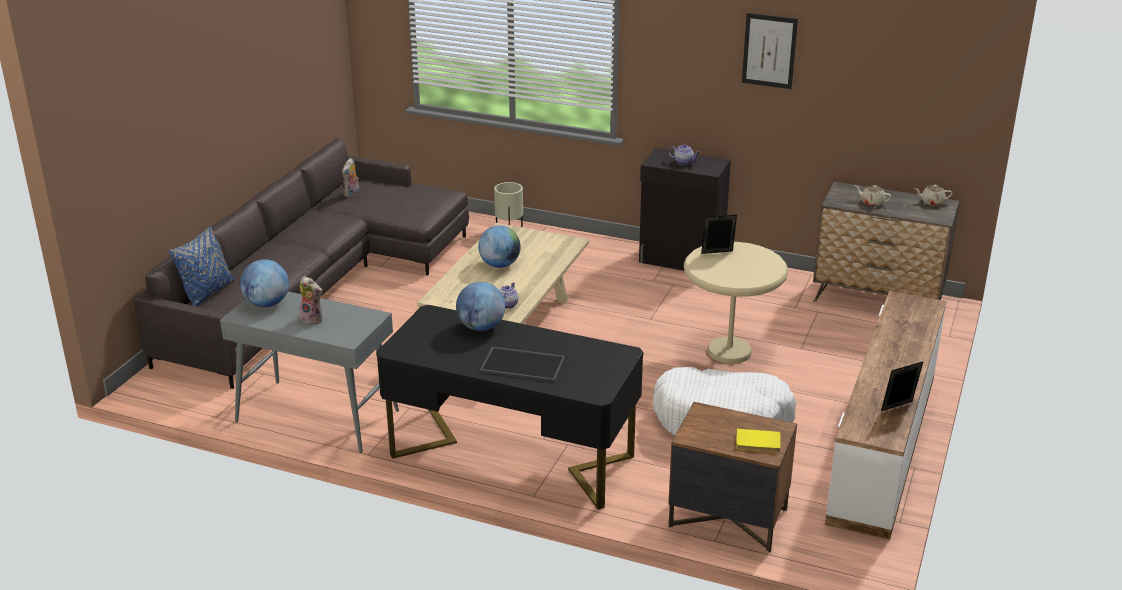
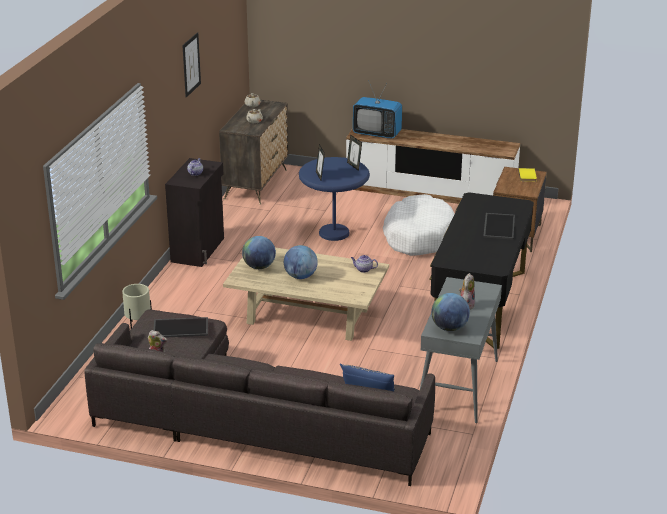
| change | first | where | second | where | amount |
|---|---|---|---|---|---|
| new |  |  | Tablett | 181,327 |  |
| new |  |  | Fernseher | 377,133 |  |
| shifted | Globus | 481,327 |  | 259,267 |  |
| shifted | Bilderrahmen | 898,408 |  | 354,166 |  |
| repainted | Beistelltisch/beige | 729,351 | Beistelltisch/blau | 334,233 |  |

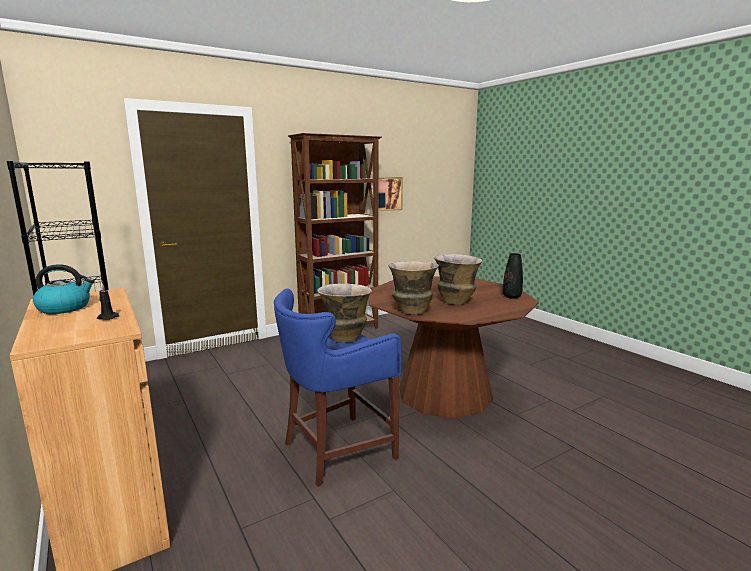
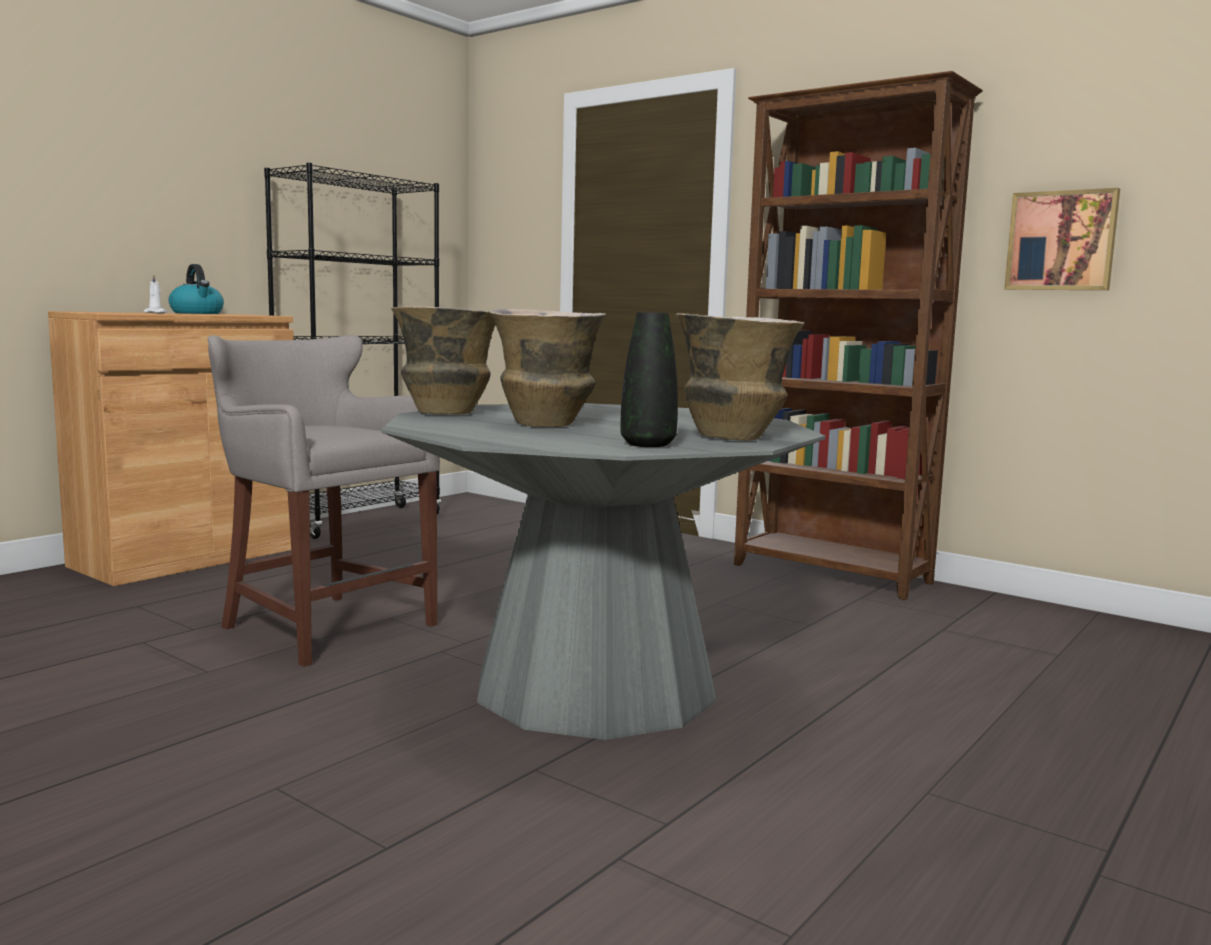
| change | first | where | second | where | amount |
|---|---|---|---|---|---|
| shifted | Vase | 345,338 |  | 734,437 |  |
| repainted | Kerze/schwarz | 107,317 | Kerze/weiß | 156,313 |  |
| repainted | Hocker/blau | 335,450 | Hocker/grau | 323,626 |  |
| repainted | Esstisch/braun | 444,393 | Esstisch/grau | 595,686 |  |

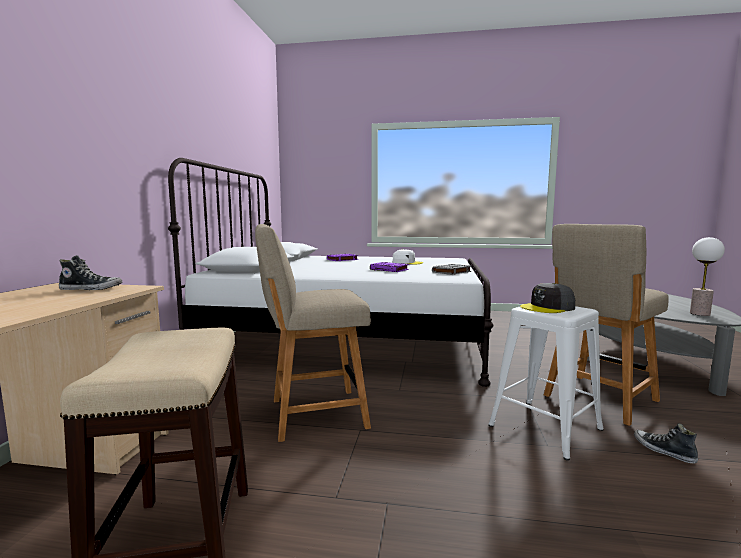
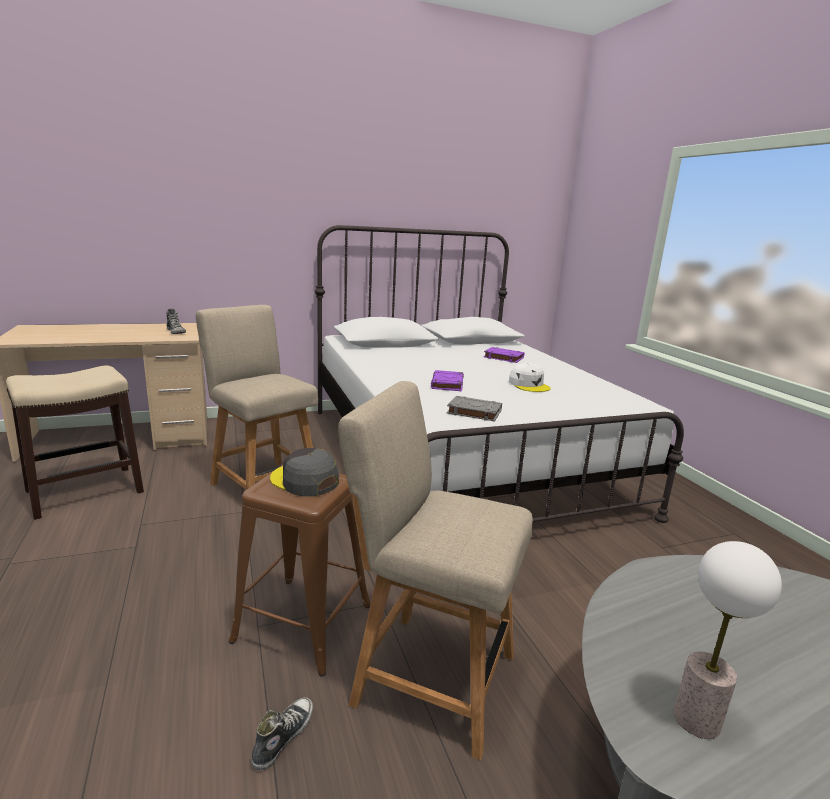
| change | first | where | second | where | amount |
|---|---|---|---|---|---|
| repainted | Hocker/weiß | 545,427 | Hocker/braun | 303,623 |  |

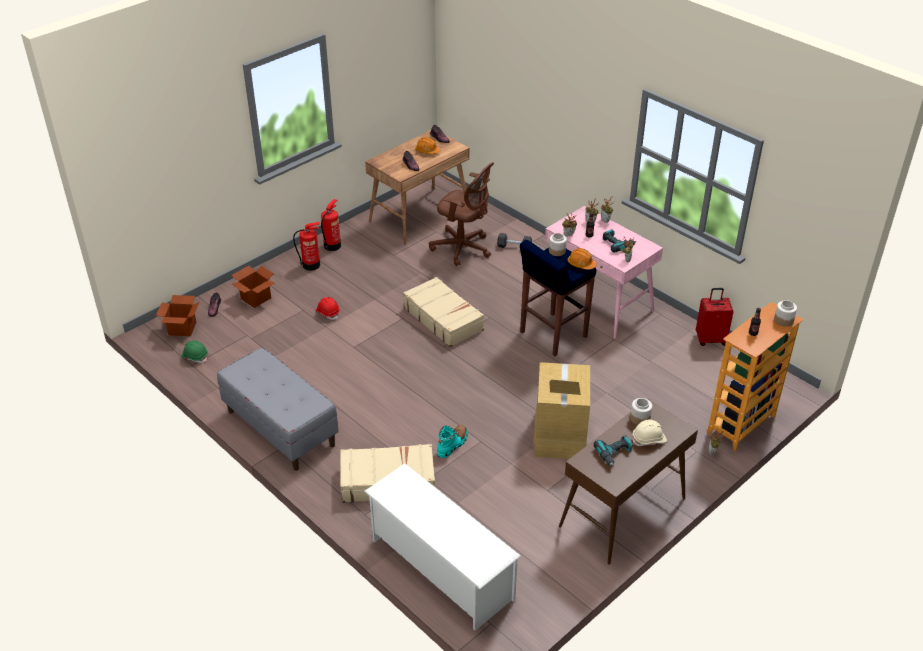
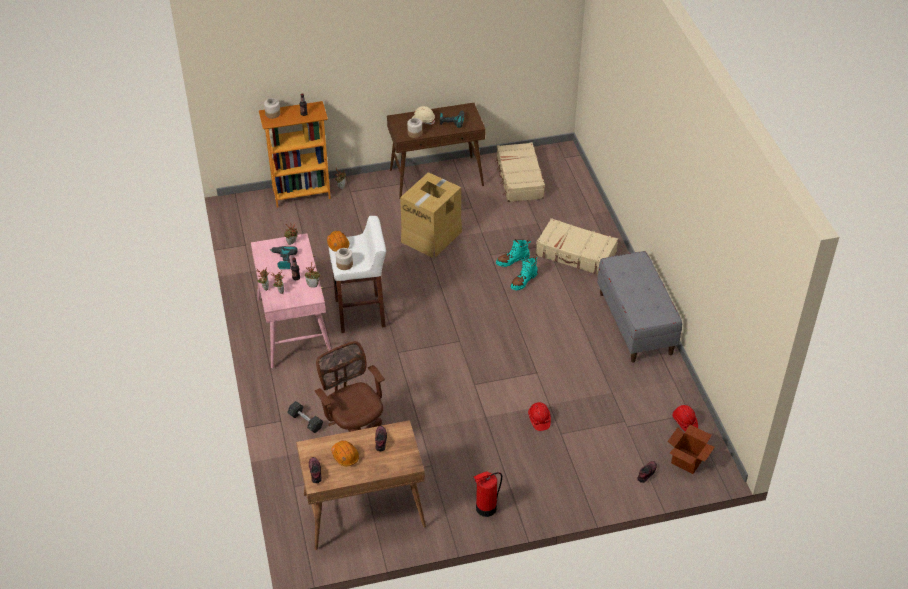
| change | first | where | second | where | amount |
|---|---|---|---|---|---|
| gone | Karton | 256,298 |  |  |  |
| gone | Feuerlöscher | 311,265 |  |  |  |
| gone | Schuhregal/weiß | 440,569 |  |  |  |
| gone | Koffer/rot | 710,339 |  |  |  |
| new |  |  | Stiefel/türkis | 523,281 |  |
| shifted | Koffer/beige | 443,319 |  | 519,179 |  |
| repainted | Schutzhelm/grün | 195,356 | Schutzhelm/rot | 684,422 |  |
| repainted | Hocker/blau | 552,335 | Hocker/weiß | 361,313 |  |

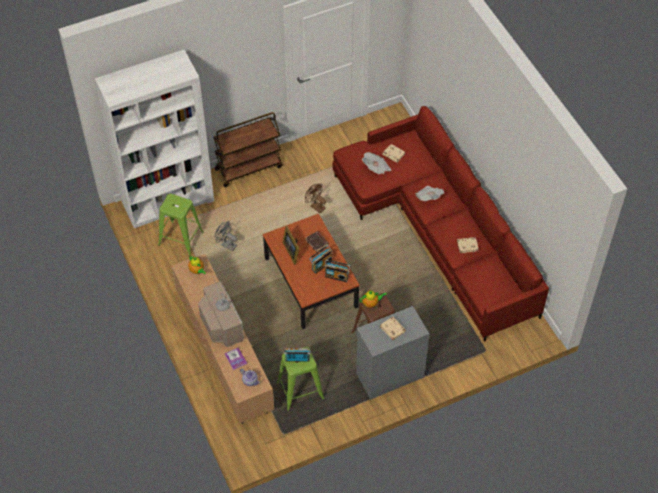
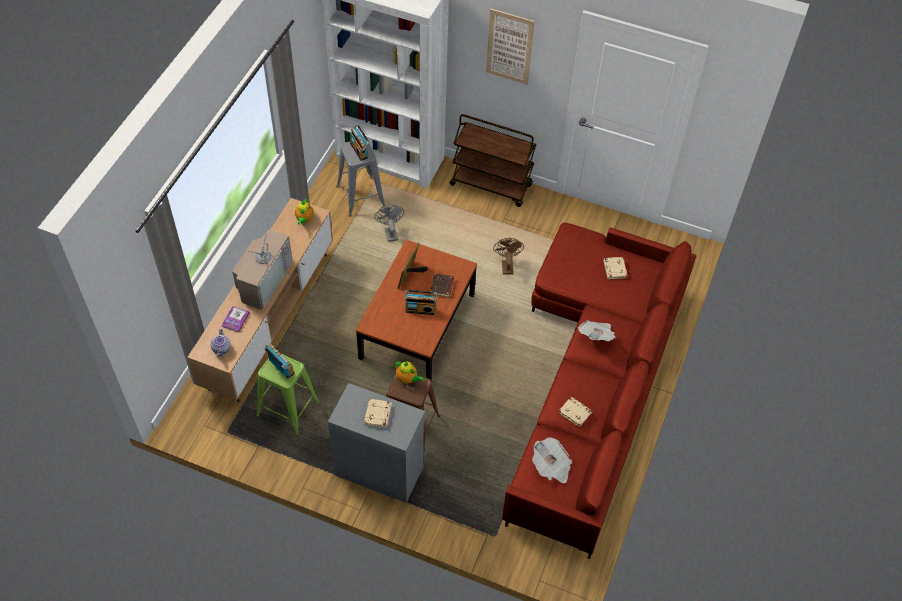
| change | first | where | second | where | amount |
|---|---|---|---|---|---|
| new |  |  | Bild | 509,47 |  |
| shifted | Radio | 337,276 |  | 360,150 |  |
| shifted | Zeitung | 376,168 |  | 551,466 |  |
| repainted | Hocker/grün | 181,239 | Hocker/grau | 360,197 |  |

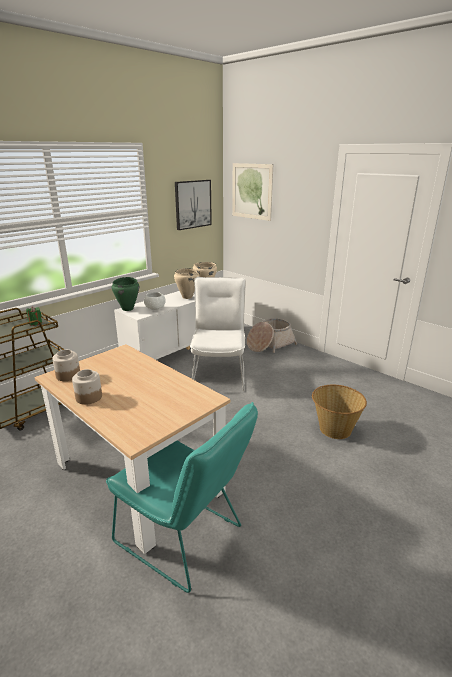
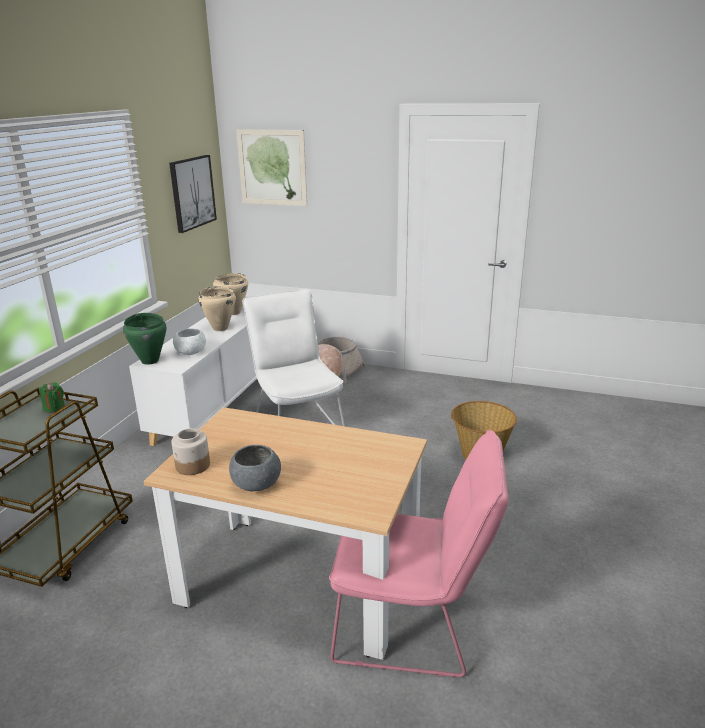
| change | first | where | second | where | amount |
|---|---|---|---|---|---|
| swapped | Vorratsglas | 88,397 | Schüssel/grau | 256,484 |  |
| repainted | Stuhl/türkis | 185,538 | Stuhl/rosa | 413,626 |  |

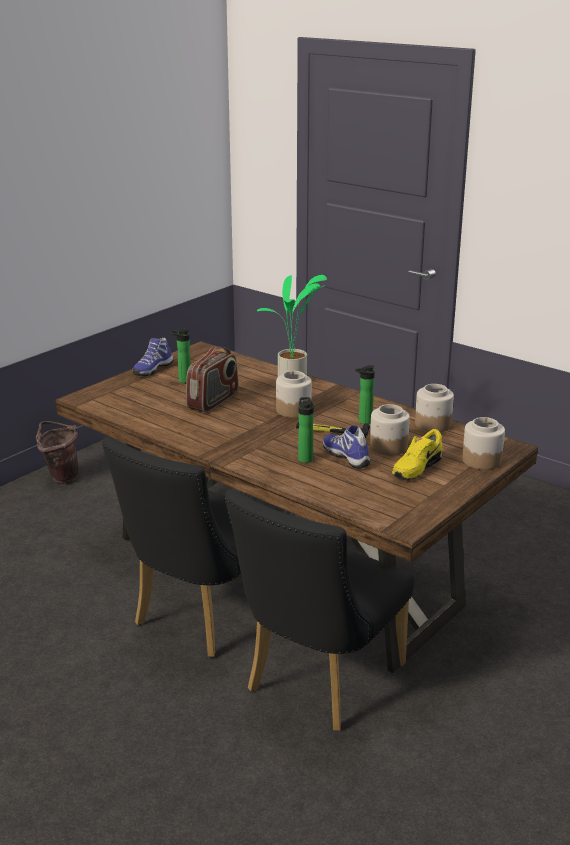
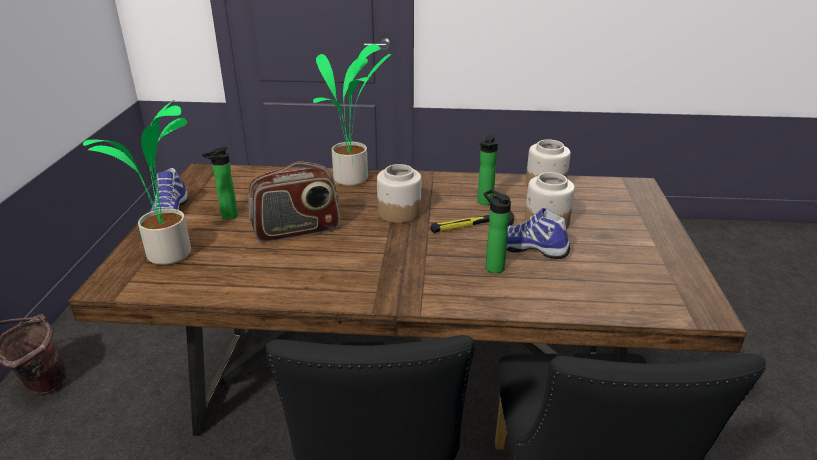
| change | first | where | second | where | amount |
|---|---|---|---|---|---|
| gone | Schuh/gelb | 415,468 |  |  |  |
| gone | Vorratsglas | 481,460 |  |  |  |
| new |  |  | Topfpflanze | 169,256 |  |
| rotated | Radio | 213,401 |  | 296,230 | 75 degrees clockwise |

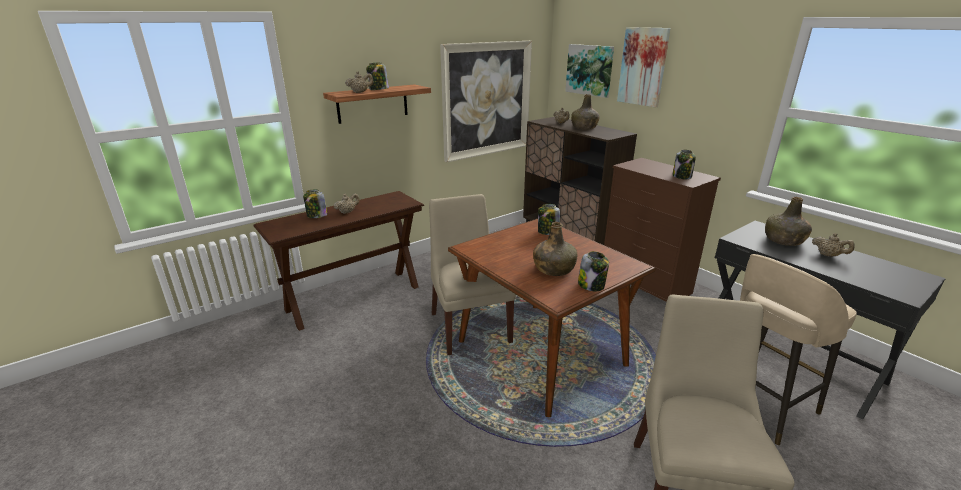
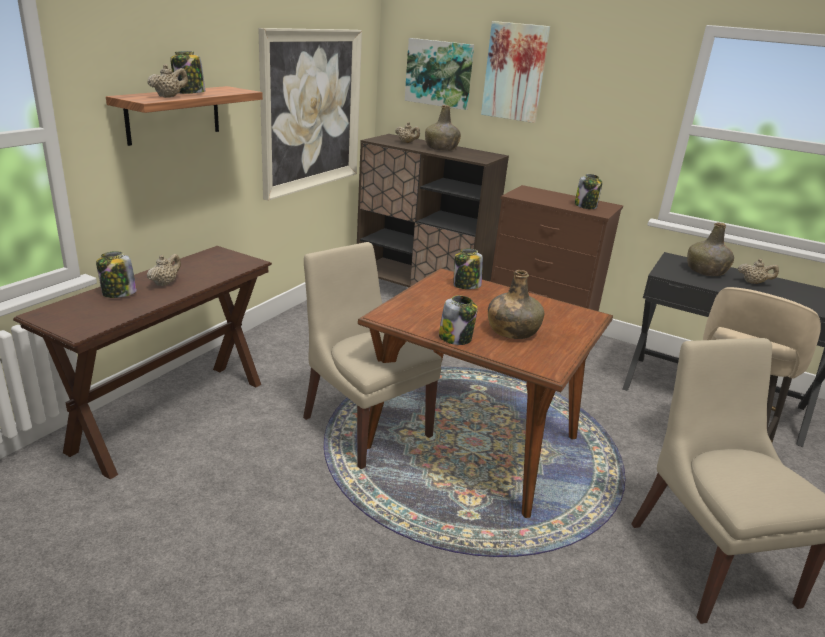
| change | first | where | second | where | amount |
|---|---|---|---|---|---|
| shifted | Vorratsglas | 591,285 |  | 456,338 |  |

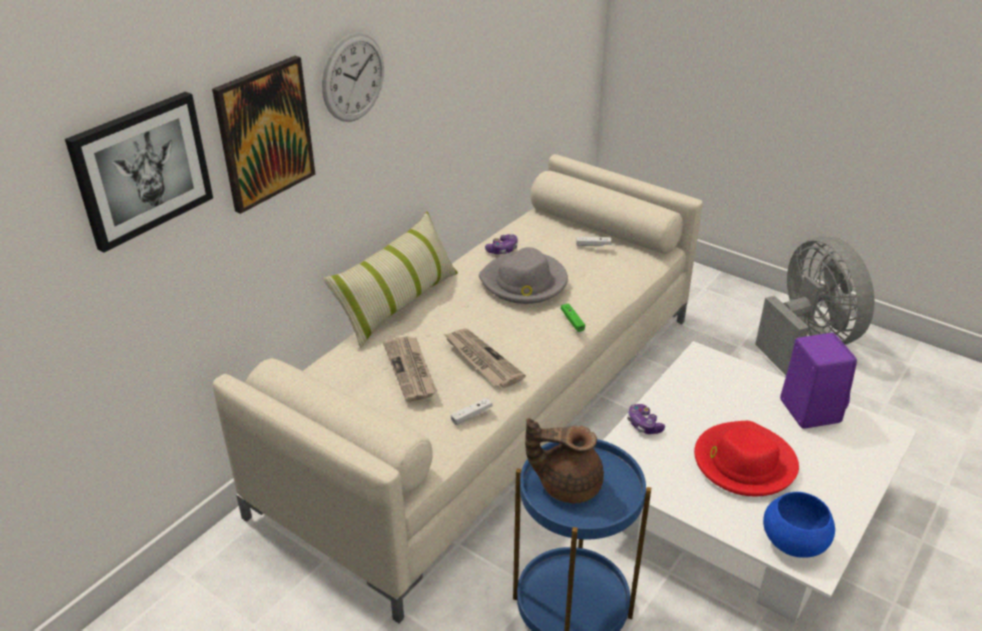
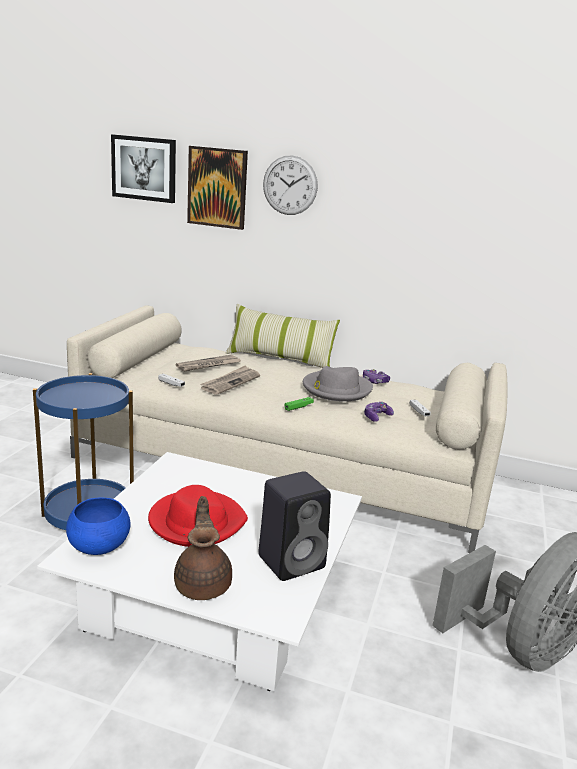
| change | first | where | second | where | amount |
|---|---|---|---|---|---|
| shifted | Teekanne/braun | 567,484 |  | 203,584 |  |
| shifted | Gamepad | 643,425 |  | 376,417 |  |
| repainted | Lautsprecher/lila | 808,409 | Lautsprecher/schwarz | 293,561 |  |

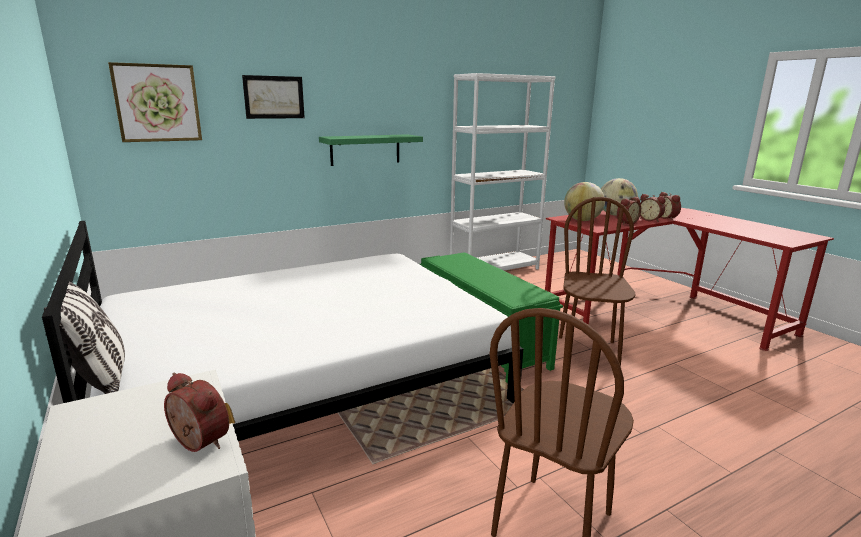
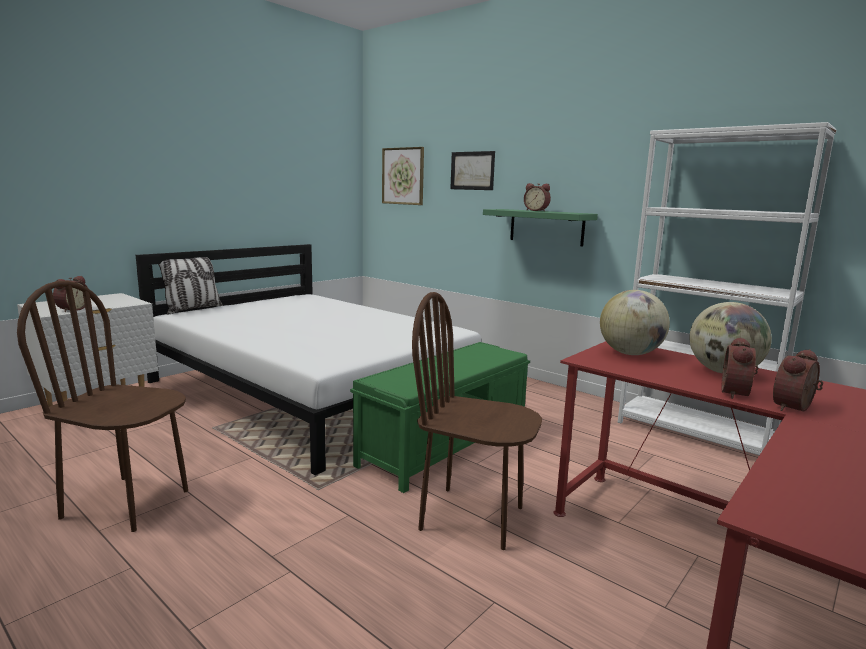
| change | first | where | second | where | amount |
|---|---|---|---|---|---|
| shifted | Wecker | 626,223 |  | 536,210 |  |
| rotated | Stuhl/braun | 588,352 |  | 472,517 | 150 degrees counterclockwise |

